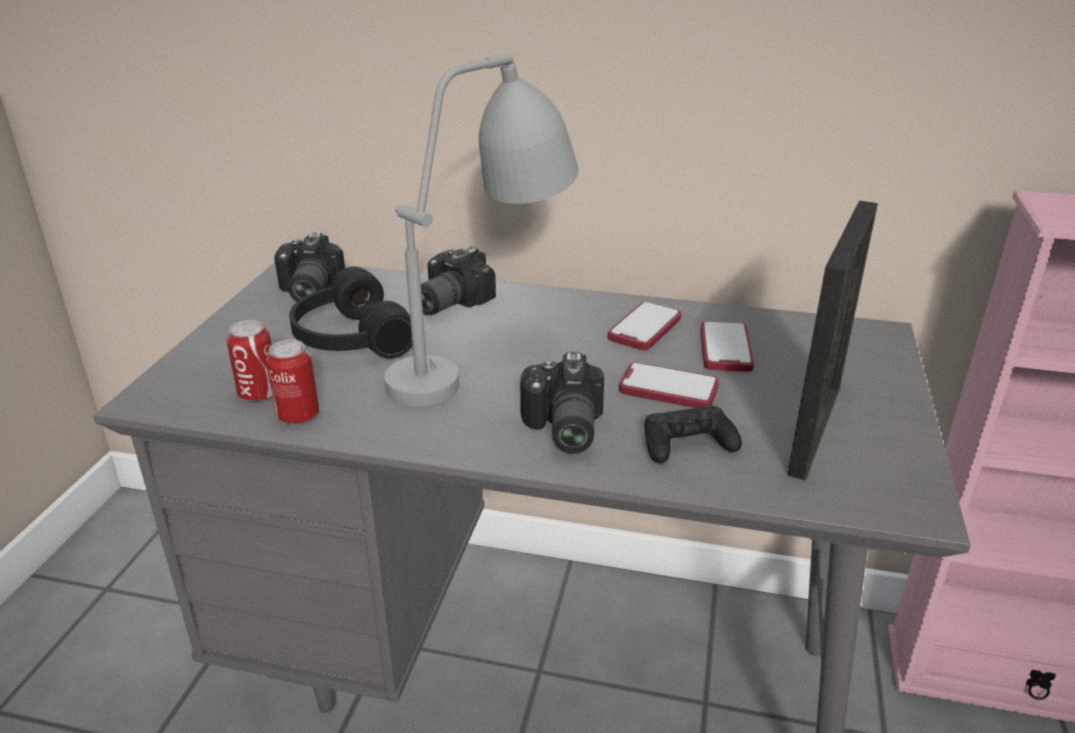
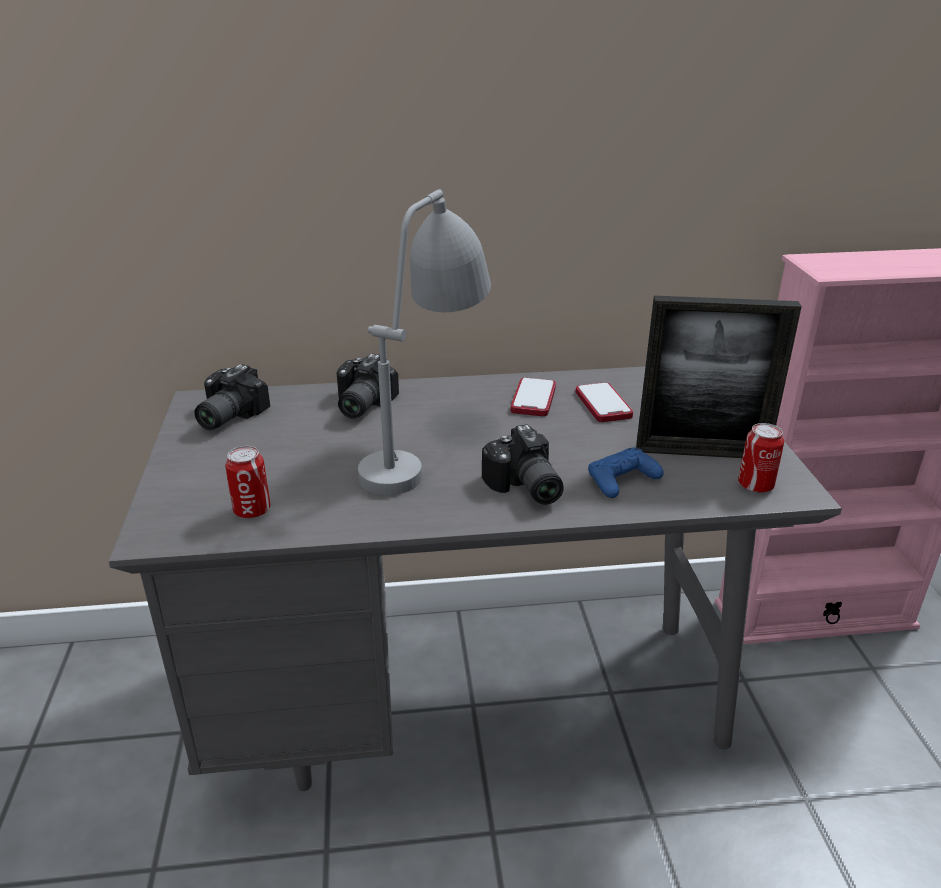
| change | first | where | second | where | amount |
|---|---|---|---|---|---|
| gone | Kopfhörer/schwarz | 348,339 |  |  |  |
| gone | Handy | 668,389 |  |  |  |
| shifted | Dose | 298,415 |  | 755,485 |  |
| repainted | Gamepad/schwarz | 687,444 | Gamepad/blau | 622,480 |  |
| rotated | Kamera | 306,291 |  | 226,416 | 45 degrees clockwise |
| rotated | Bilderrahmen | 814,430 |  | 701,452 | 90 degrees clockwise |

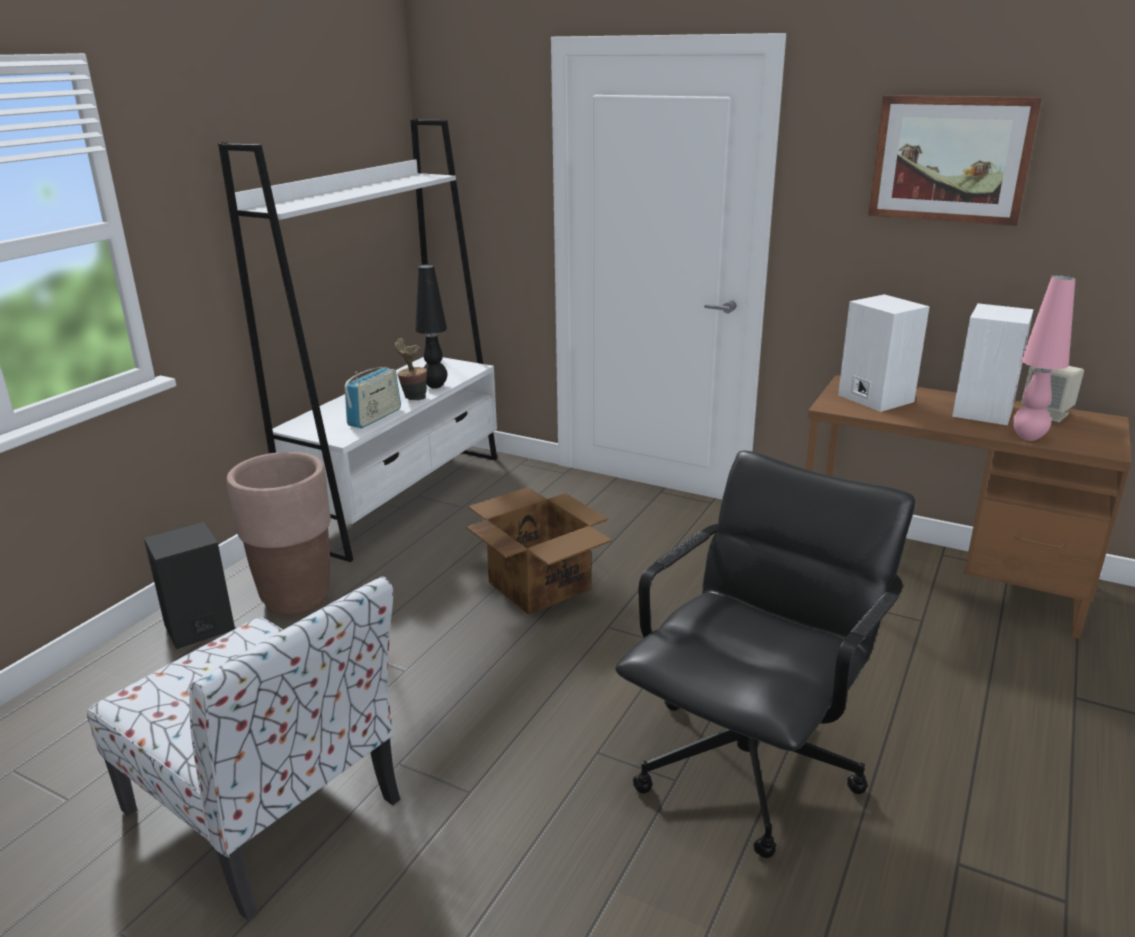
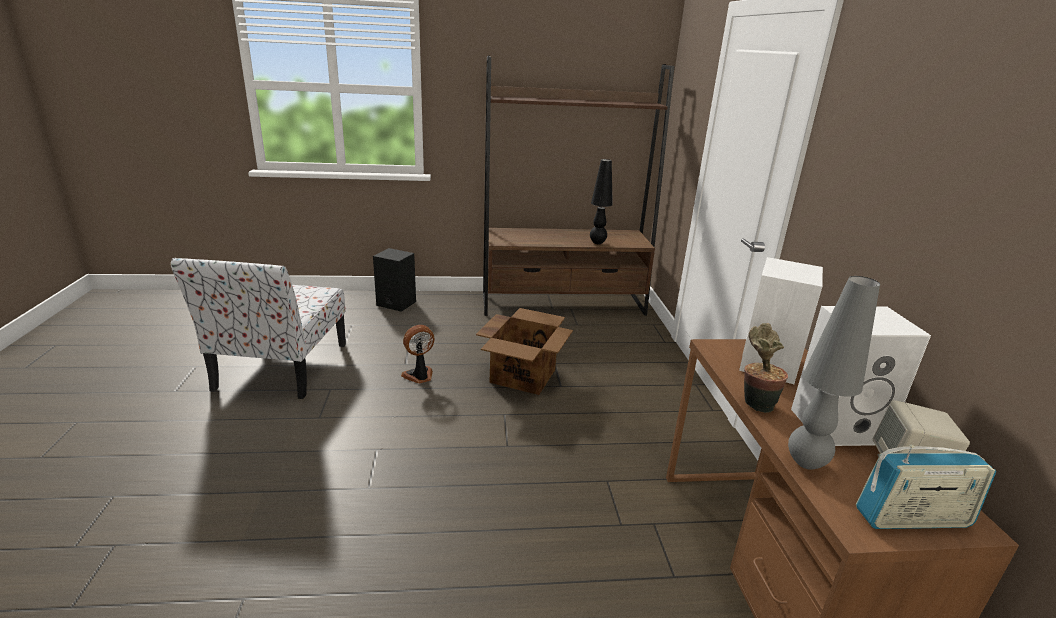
| change | first | where | second | where | amount |
|---|---|---|---|---|---|
| gone | Pflanzkübel/braun | 296,598 |  |  |  |
| gone | Bürostuhl/schwarz | 748,766 |  |  |  |
| gone | Bild | 950,159 |  |  |  |
| new |  |  | Ventilator | 419,376 |  |
| shifted | Radio | 375,417 |  | 912,519 |  |
| shifted | Topfpflanze | 413,398 |  | 755,403 |  |
| repainted | Bücherregal/weiß | 400,496 | Bücherregal/braun | 563,304 |  |
| repainted | Tischlampe/rosa | 1027,437 | Tischlampe/grau | 805,462 |  |

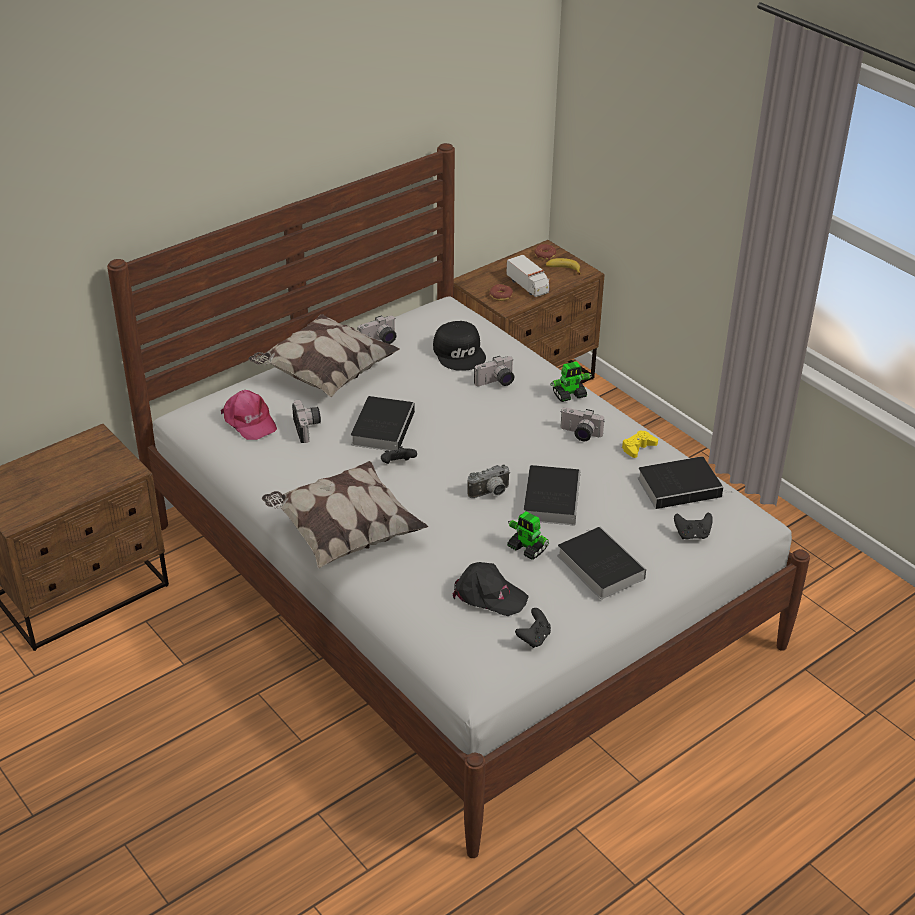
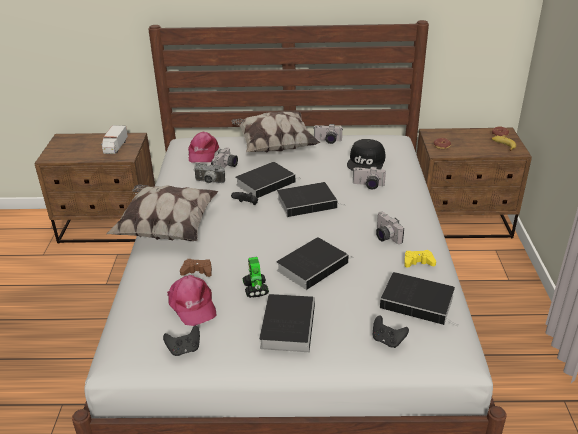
| change | first | where | second | where | amount |
|---|---|---|---|---|---|
| gone | Spielzeugroboter | 570,395 |  |  |  |
| new |  |  | Gamepad/braun | 197,271 |  |
| new |  |  | Buch | 308,202 |  |
| shifted | Kamera | 490,493 |  | 209,182 |  |
| shifted | Spielzeuglaster | 528,286 |  | 115,147 |  |
| repainted | Kappe/schwarz | 489,595 | Kappe/rosa | 192,305 |  |

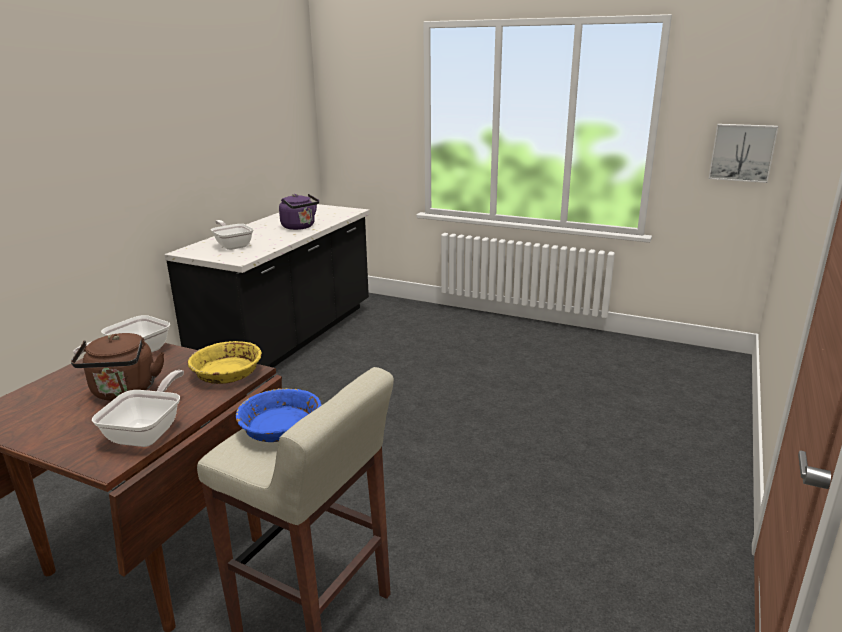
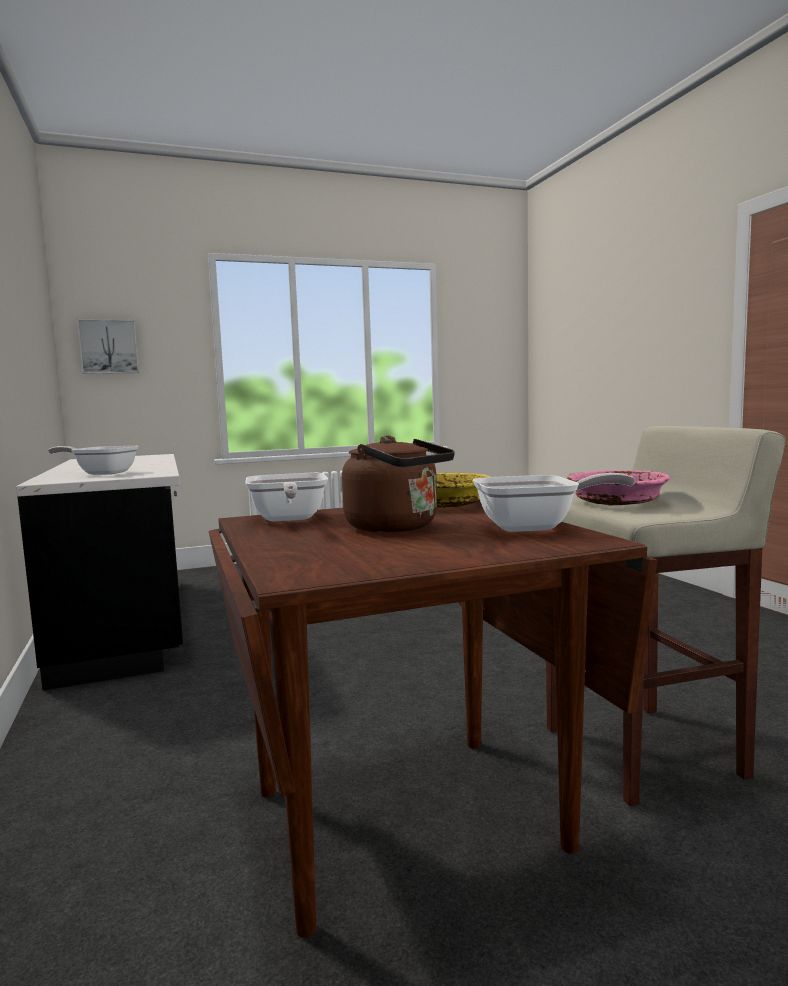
| change | first | where | second | where | amount |
|---|---|---|---|---|---|
| gone | Wasserkessel/lila | 300,227 |  |  |  |
| shifted | Bild | 742,152 |  | 109,347 |  |
| repainted | Schüssel/blau | 281,428 | Schüssel/rosa | 616,502 |  |
| rotated | Pfanne | 149,432 |  | 536,527 | 120 degrees clockwise |

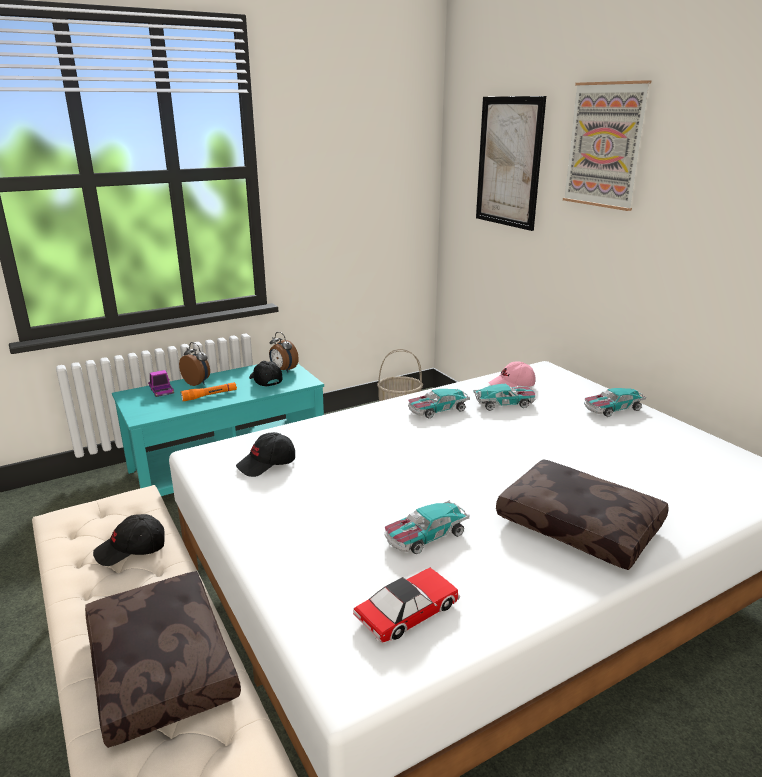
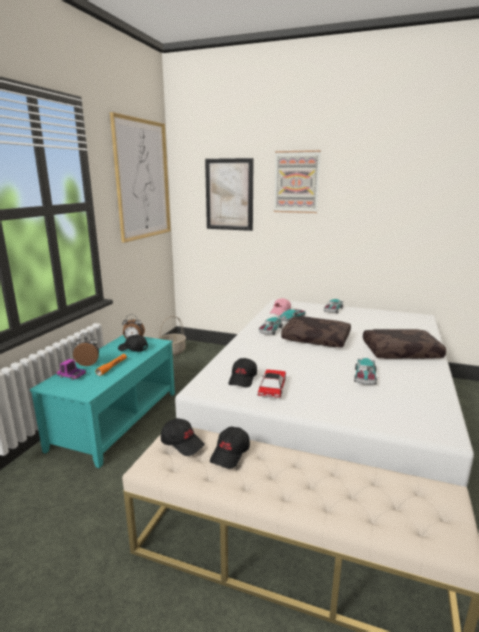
| change | first | where | second | where | amount |
|---|---|---|---|---|---|
| new |  |  | Bild | 142,180 |  |
| new |  |  | Kappe/schwarz | 182,443 |  |
| shifted | Kissen/braun | 164,666 |  | 316,338 |  |
| shifted | Spielzeugauto | 408,612 |  | 272,388 |  |

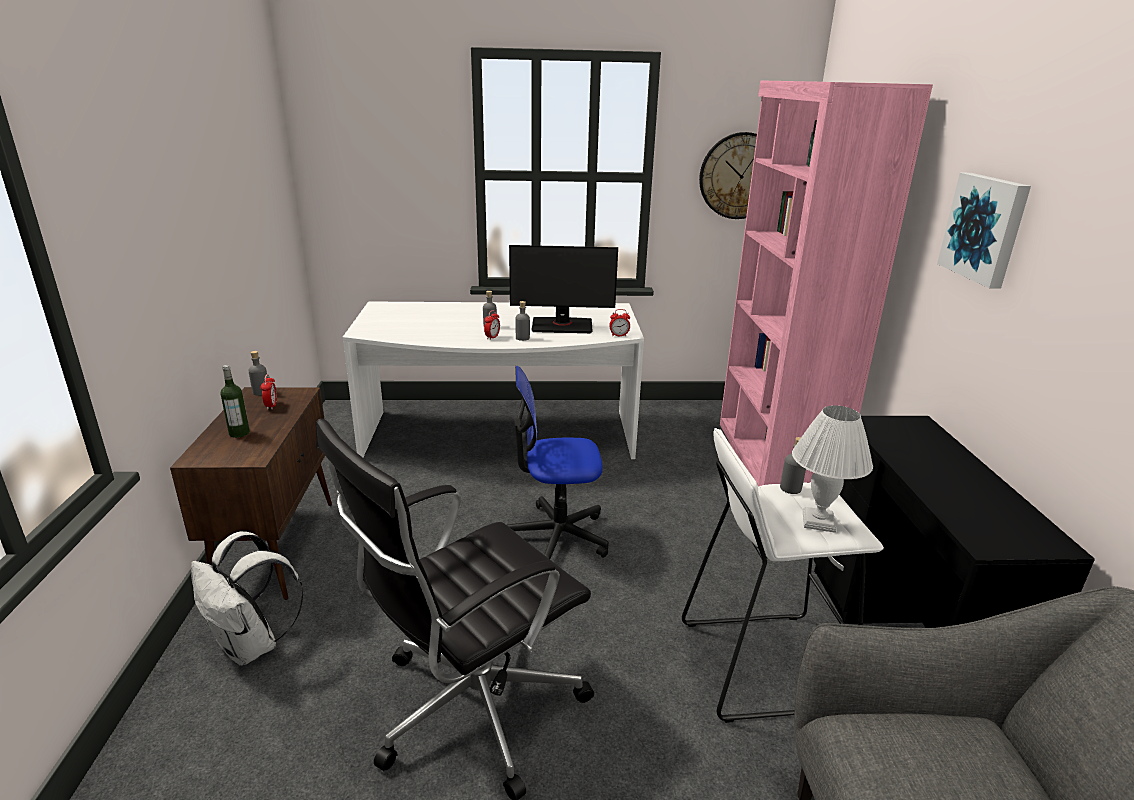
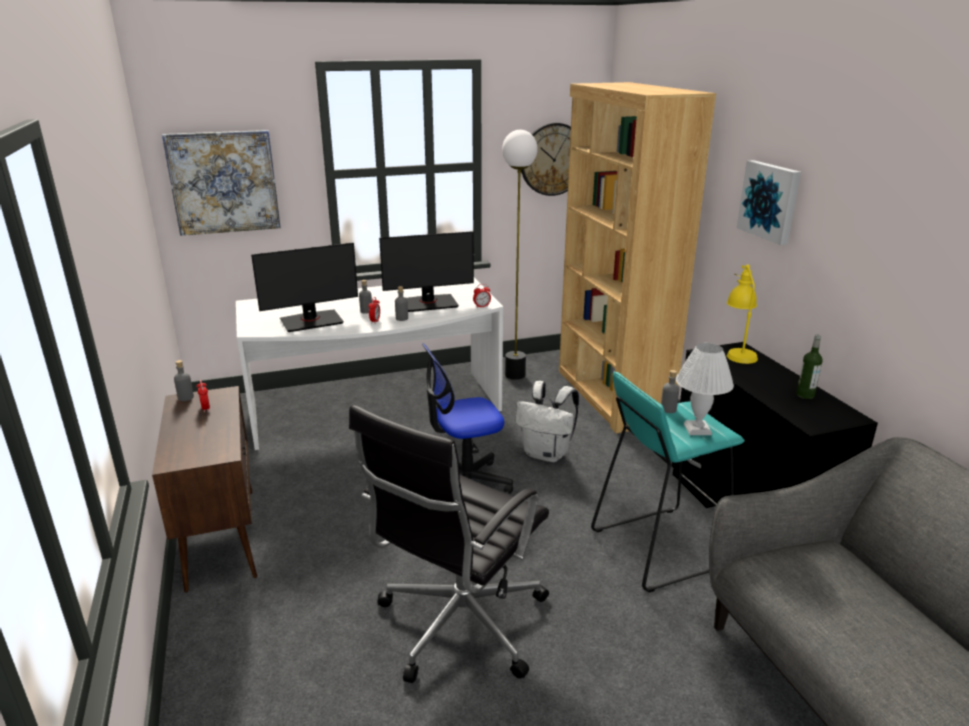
| change | first | where | second | where | amount |
|---|---|---|---|---|---|
| new |  |  | Bild | 224,182 |  |
| new |  |  | Monitor | 311,321 |  |
| new |  |  | Stehlampe | 515,375 |  |
| new |  |  | Tischlampe/gelb | 737,352 |  |
| shifted | Rucksack/weiß | 252,645 |  | 547,454 |  |
| shifted | Flasche | 239,433 |  | 805,395 |  |
| repainted | Hocker/weiß | 760,663 | Hocker/türkis | 658,547 |  |
| repainted | Bücherregal/rosa | 772,461 | Bücherregal/braun | 611,396 |  |

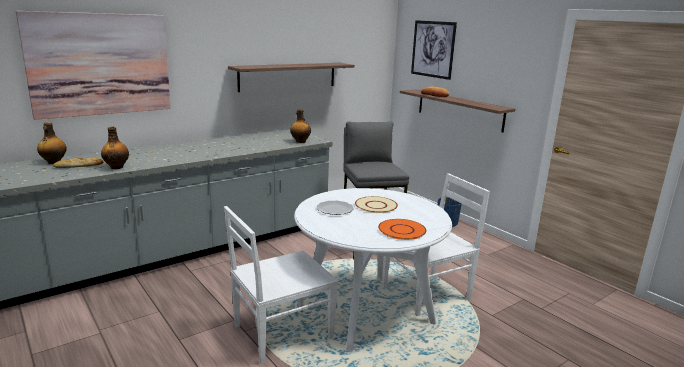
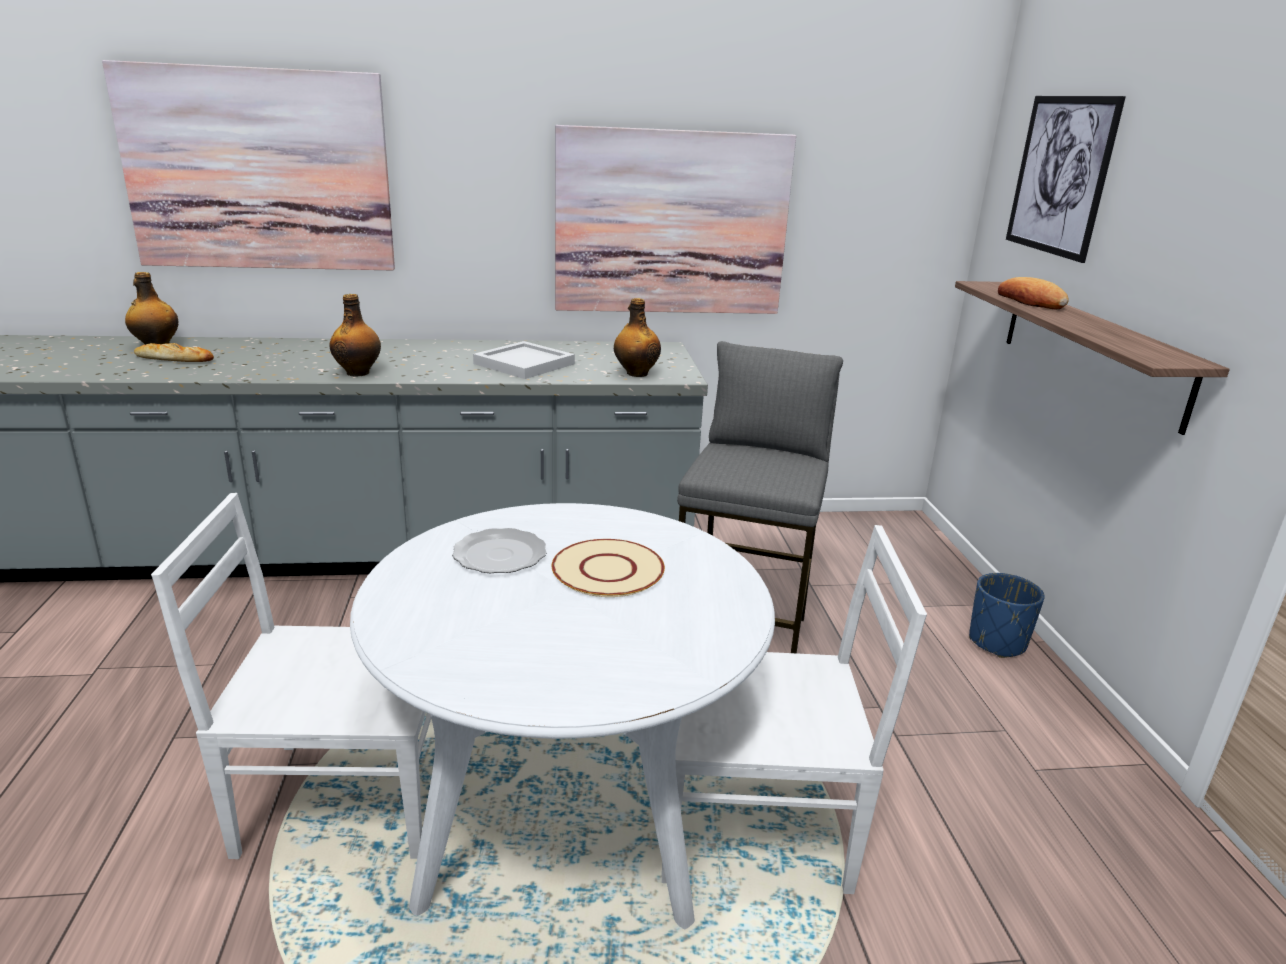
| change | first | where | second | where | amount |
|---|---|---|---|---|---|
| gone | Teller/orange | 401,230 |  |  |  |
| new |  |  | Tablett/weiß | 524,364 |  |
| shifted | Flasche | 117,167 |  | 358,372 |  |
| swapped | Wandregal | 288,76 | Bild | 671,223 |  |

